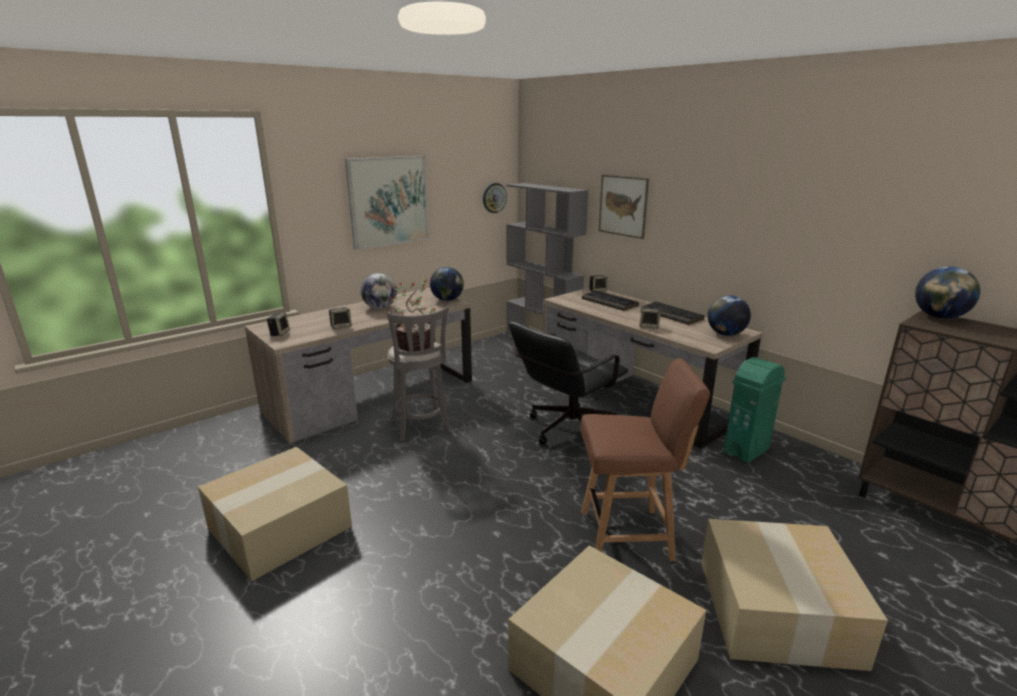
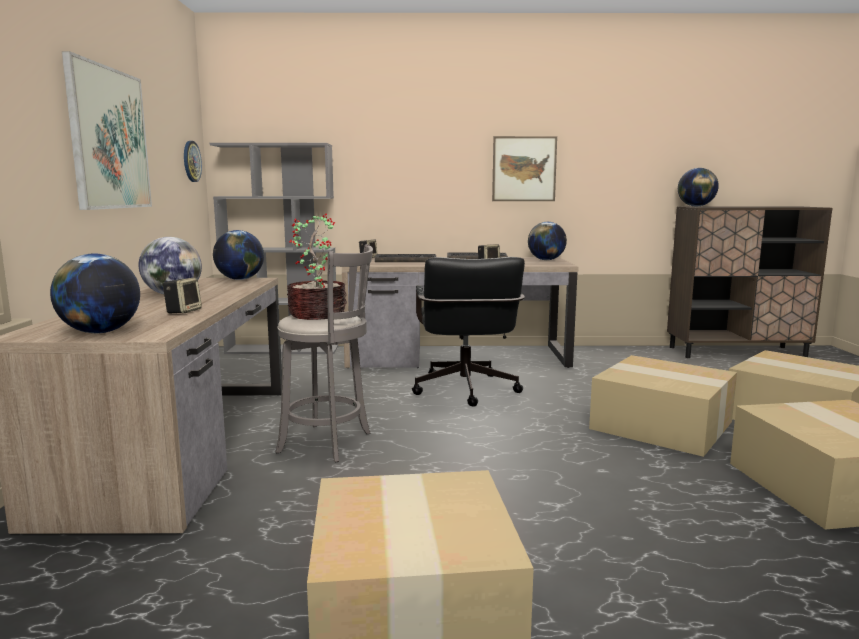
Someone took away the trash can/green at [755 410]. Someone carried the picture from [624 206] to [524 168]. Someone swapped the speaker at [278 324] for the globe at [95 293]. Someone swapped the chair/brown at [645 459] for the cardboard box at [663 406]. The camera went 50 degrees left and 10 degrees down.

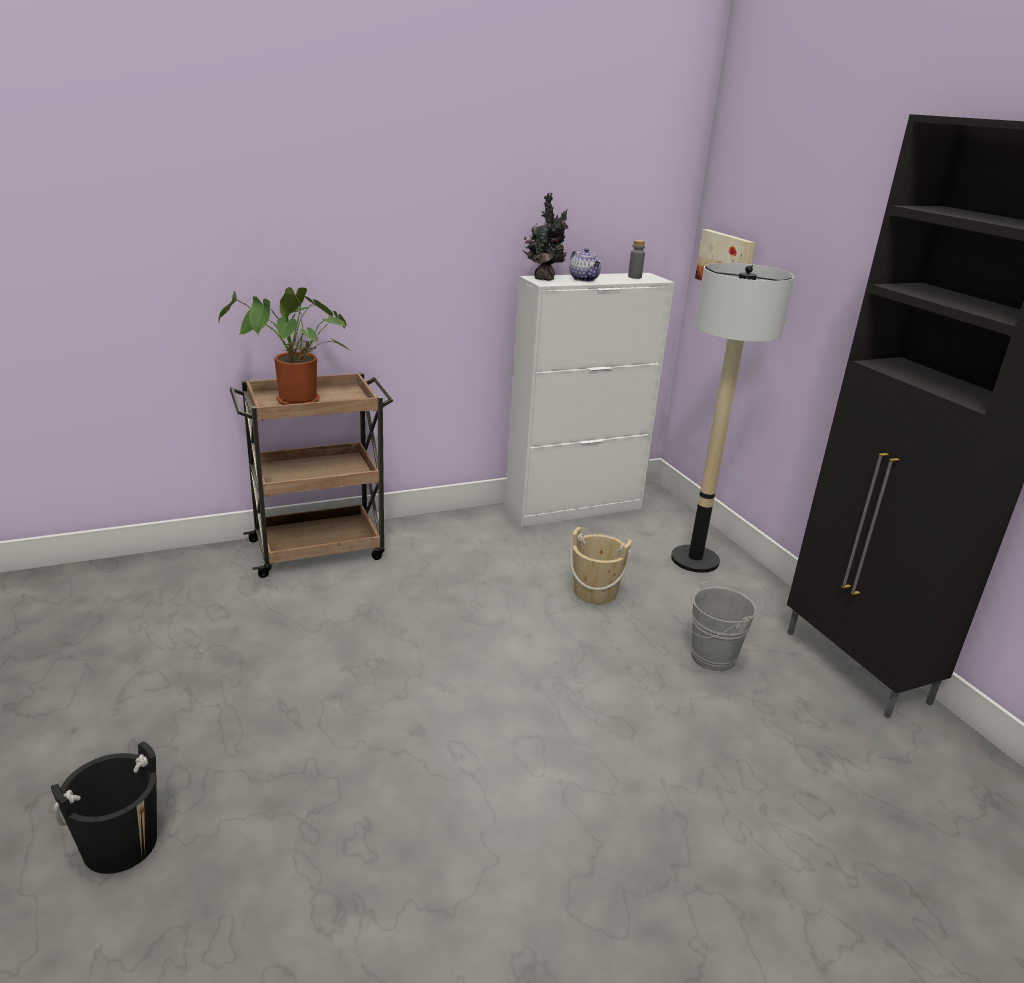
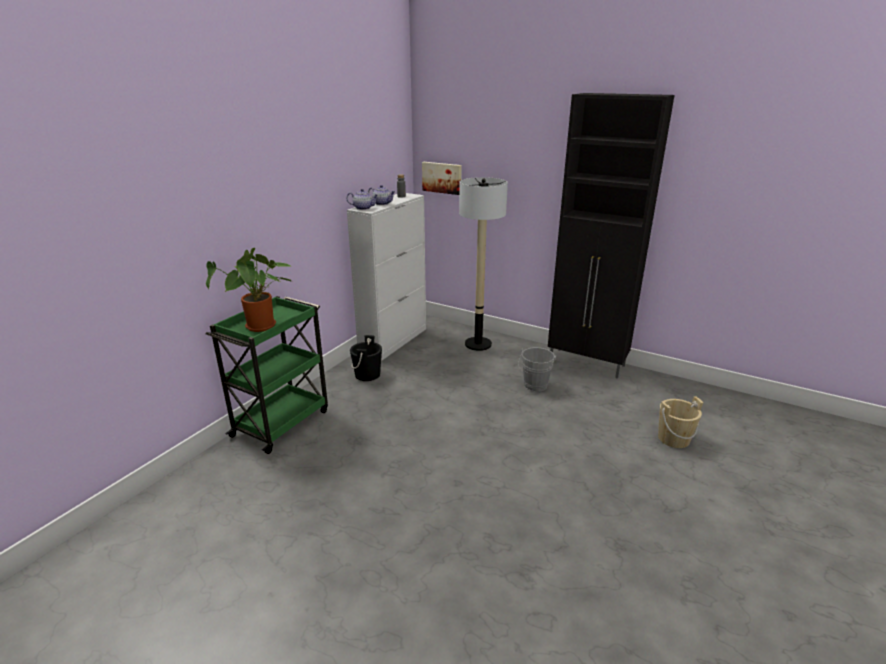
Someone carried the bucket/black from [104 807] to [366 358]. Someone carried the bucket/beige from [601 565] to [680 422]. Someone swapped the potted plant at [545 237] for the teapot at [362 199]. Someone repainted the cart/brown at [311 475], which became the cart/green at [267 375]. The camera went 35 degrees left and 0 degrees up.

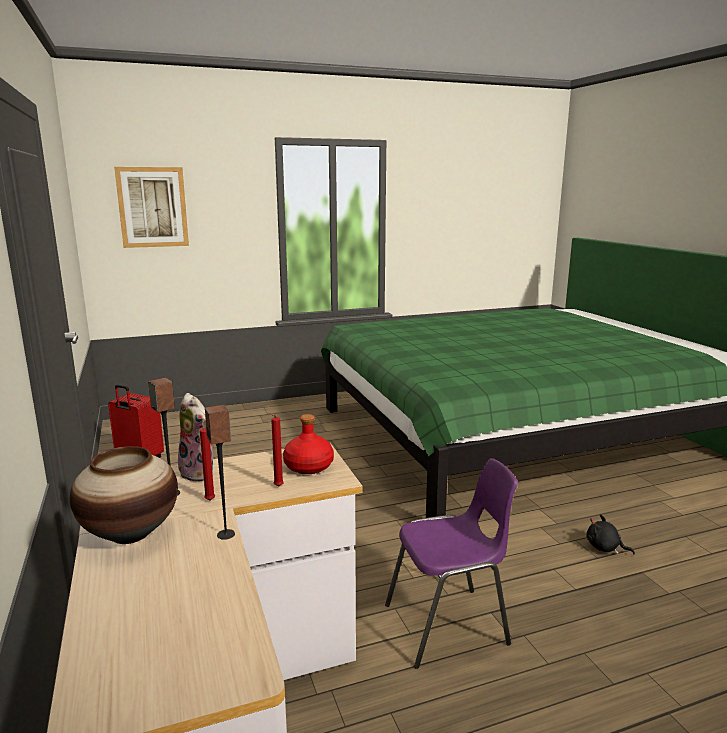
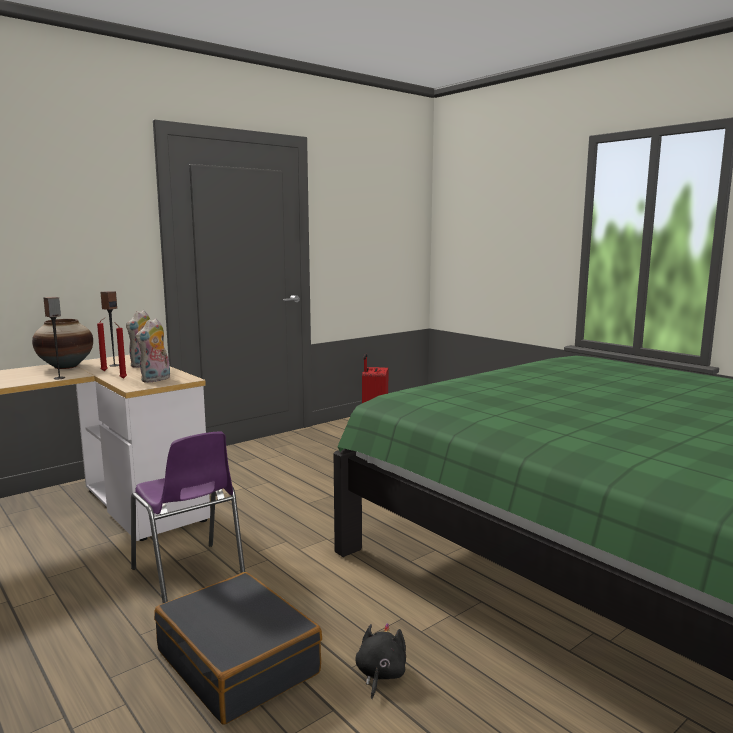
Someone took away the picture at [151 207]. Someone put down the suitcase/black at [238 648]. Someone swapped the bottle/red at [308 444] for the plush toy at [153 350]. The camera went 70 degrees right and 5 degrees down.

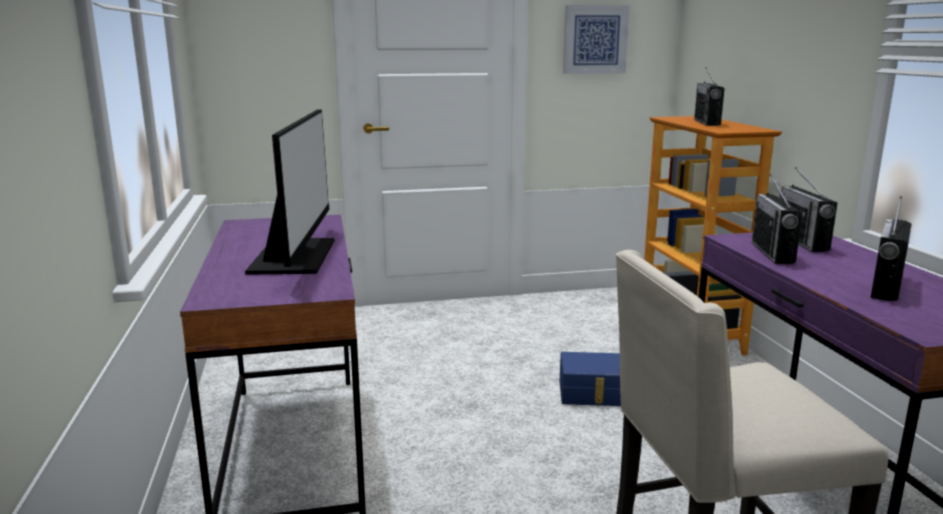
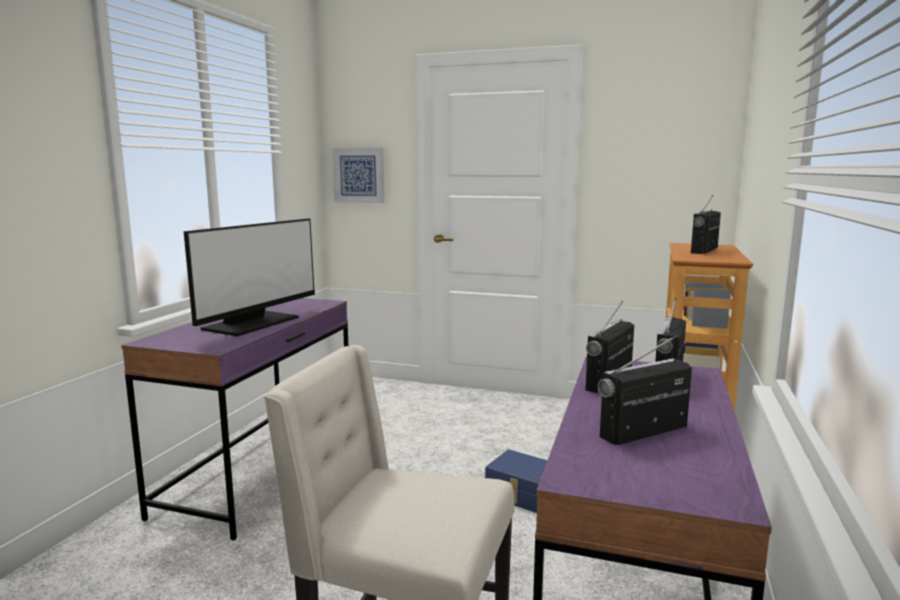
Someone carried the picture from [596 39] to [358 175]. The camera went 30 degrees right and 5 degrees down.

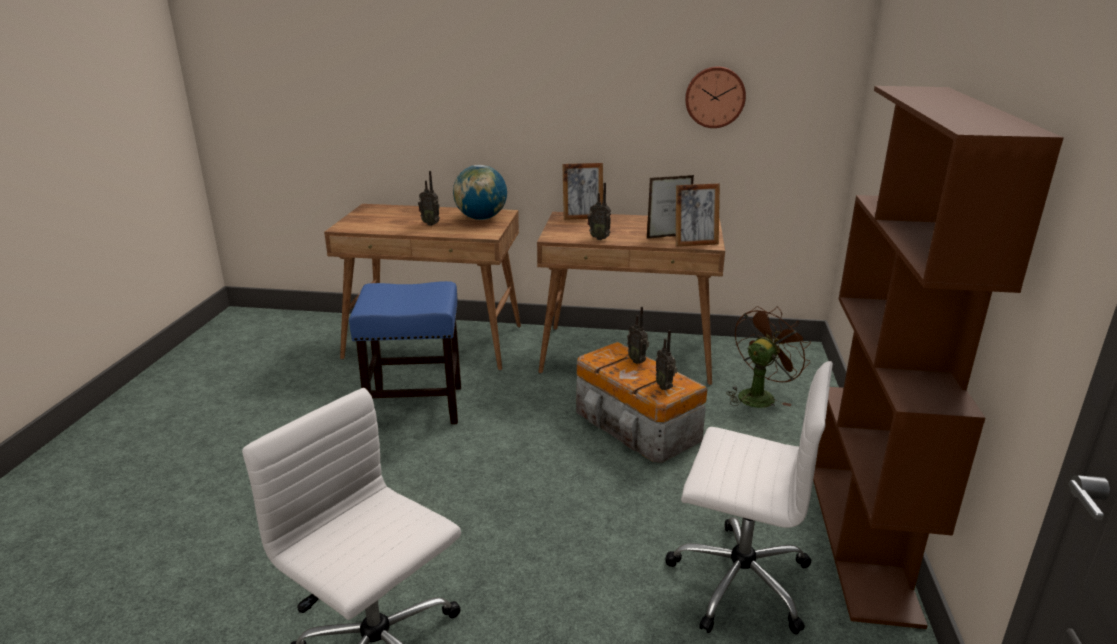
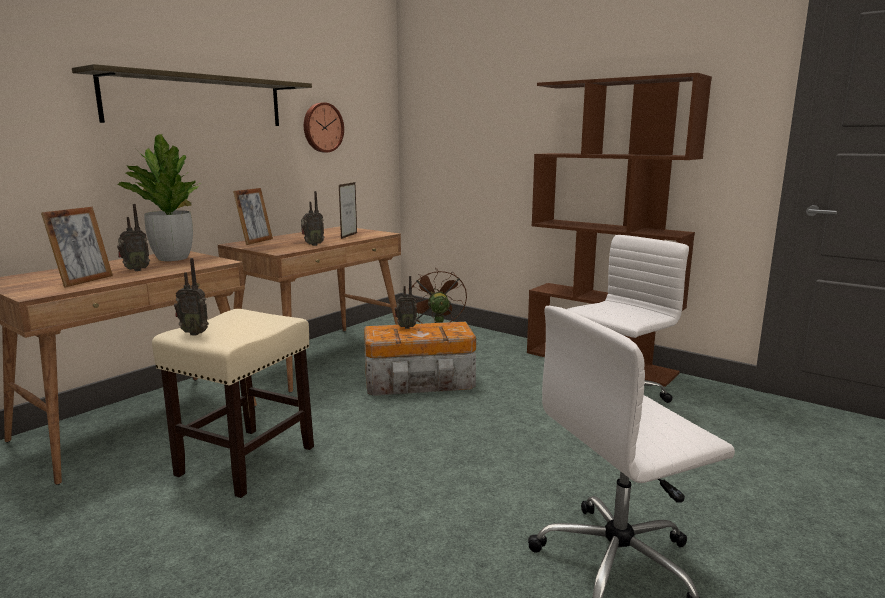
Someone put up the shelf at [192 95]. Someone carried the radio from [666 360] to [191 297]. Someone carried the picture frame from [698 215] to [77 247]. Someone swapped the globe at [480 192] for the potted plant at [159 197]. Someone repainted the stool/blue at [405 352], which became the stool/beige at [233 403]. The camera went 60 degrees left and 10 degrees down.

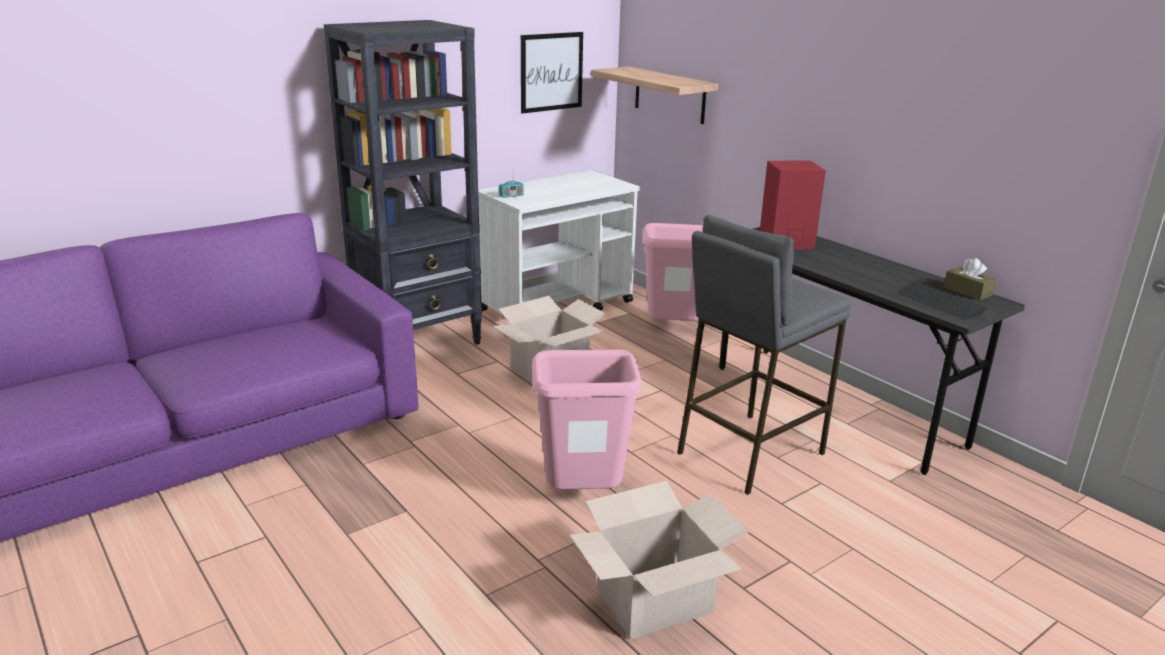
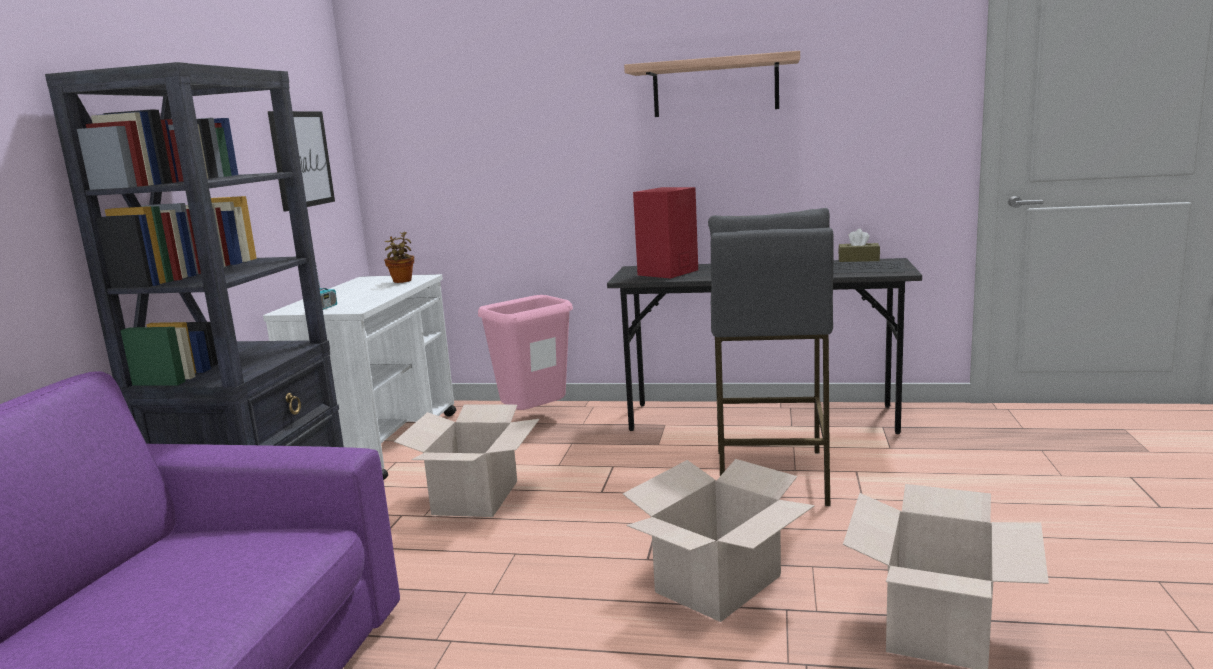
Someone put down the potted plant at [399 257]. Someone carried the shelf from [654 95] to [712 84]. Someone swapped the trash can/pink at [587 420] for the cardboard box at [719 540]. The camera went 40 degrees left and 10 degrees down.

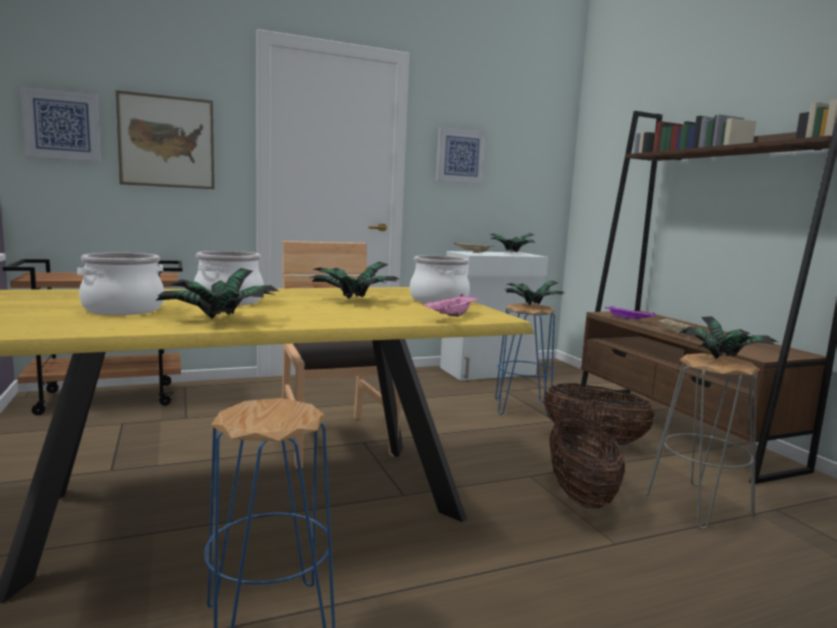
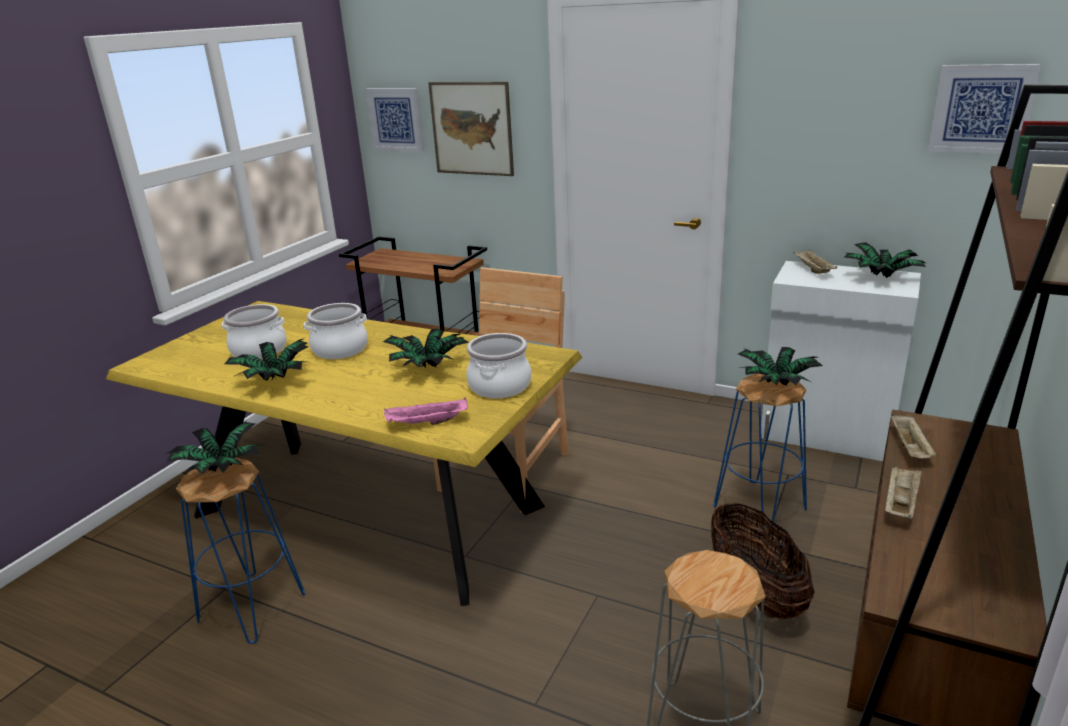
Someone took away the basket at [587 462]. Someone carried the picture from [461 155] to [984 109]. Someone carried the potted plant from [728 337] to [215 447]. Someone repainted the tray/purple at [630 313], which became the tray/beige at [914 435]. The camera went 50 degrees right and 15 degrees up.

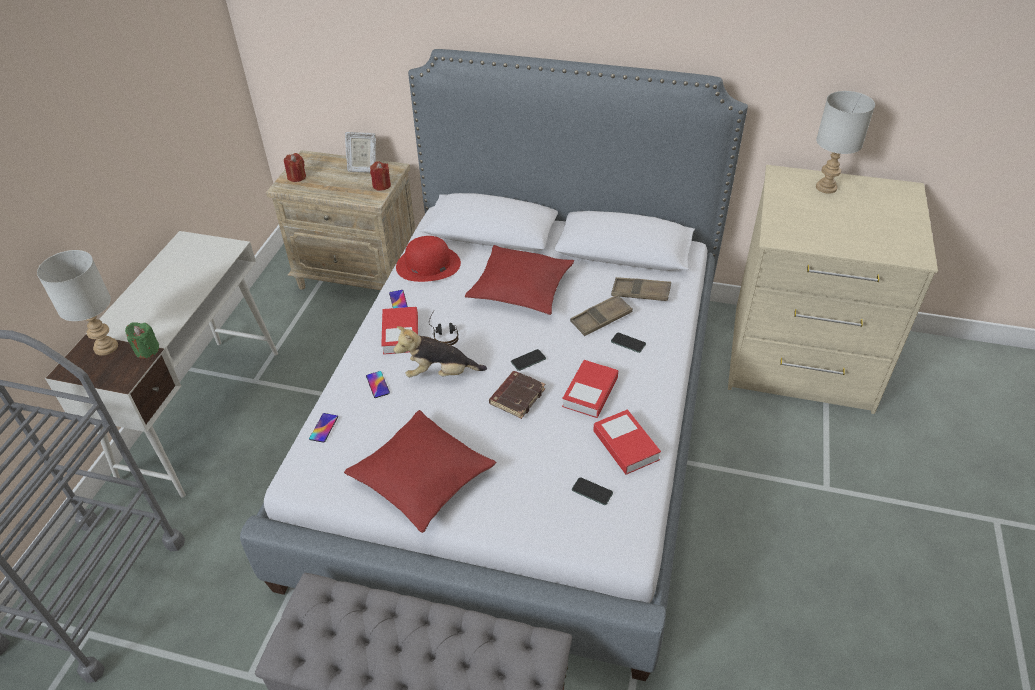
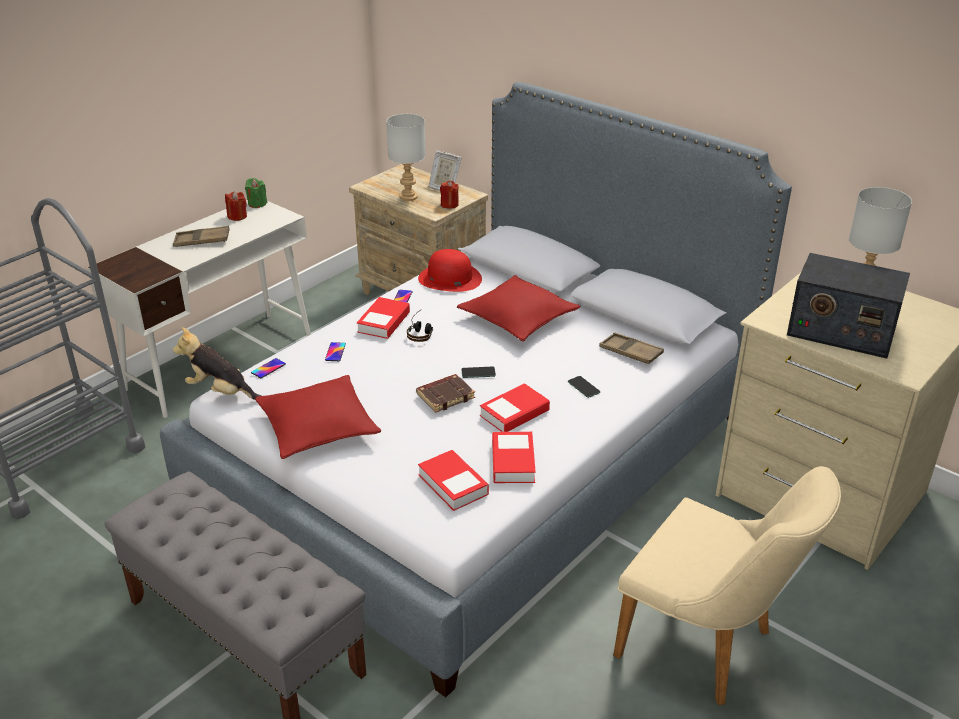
Someone put down the chair/beige at [727 585]. Someone put down the radio at [848 305]. Someone carried the table lamp/grey from [77 303] to [406 157]. Someone carried the candle/green from [142 340] to [256 193]. Someone carried the candle/red from [295 167] to [236 206]. Someone carried the plush toy from [440 351] to [217 363]. Someone carried the tray/brown from [601 315] to [201 236]. Someone swapped the phone at [592 491] for the book at [453 480]. The camera went 25 degrees right and 10 degrees down.

